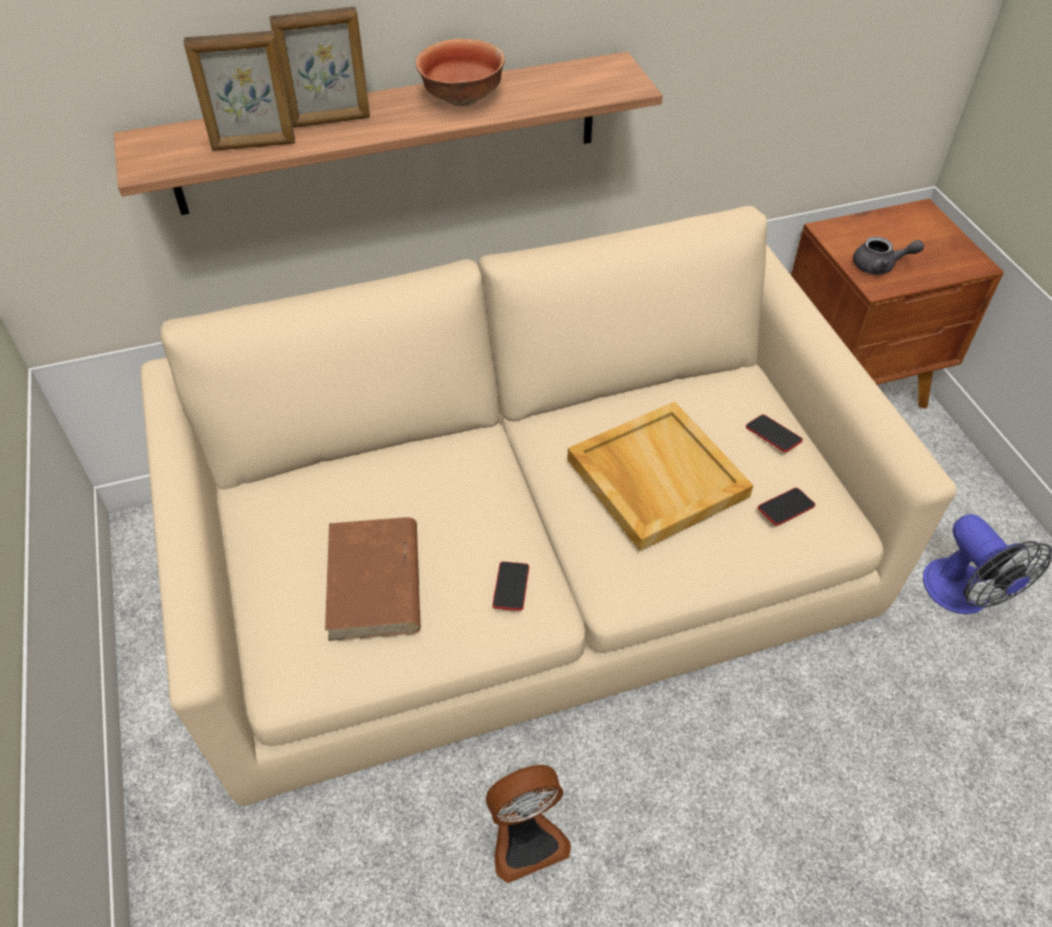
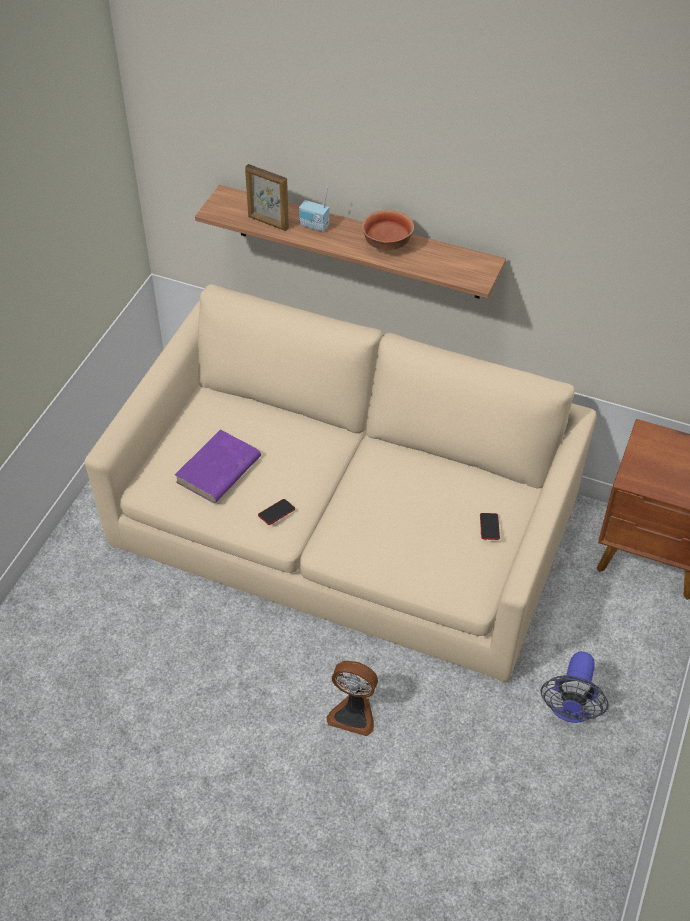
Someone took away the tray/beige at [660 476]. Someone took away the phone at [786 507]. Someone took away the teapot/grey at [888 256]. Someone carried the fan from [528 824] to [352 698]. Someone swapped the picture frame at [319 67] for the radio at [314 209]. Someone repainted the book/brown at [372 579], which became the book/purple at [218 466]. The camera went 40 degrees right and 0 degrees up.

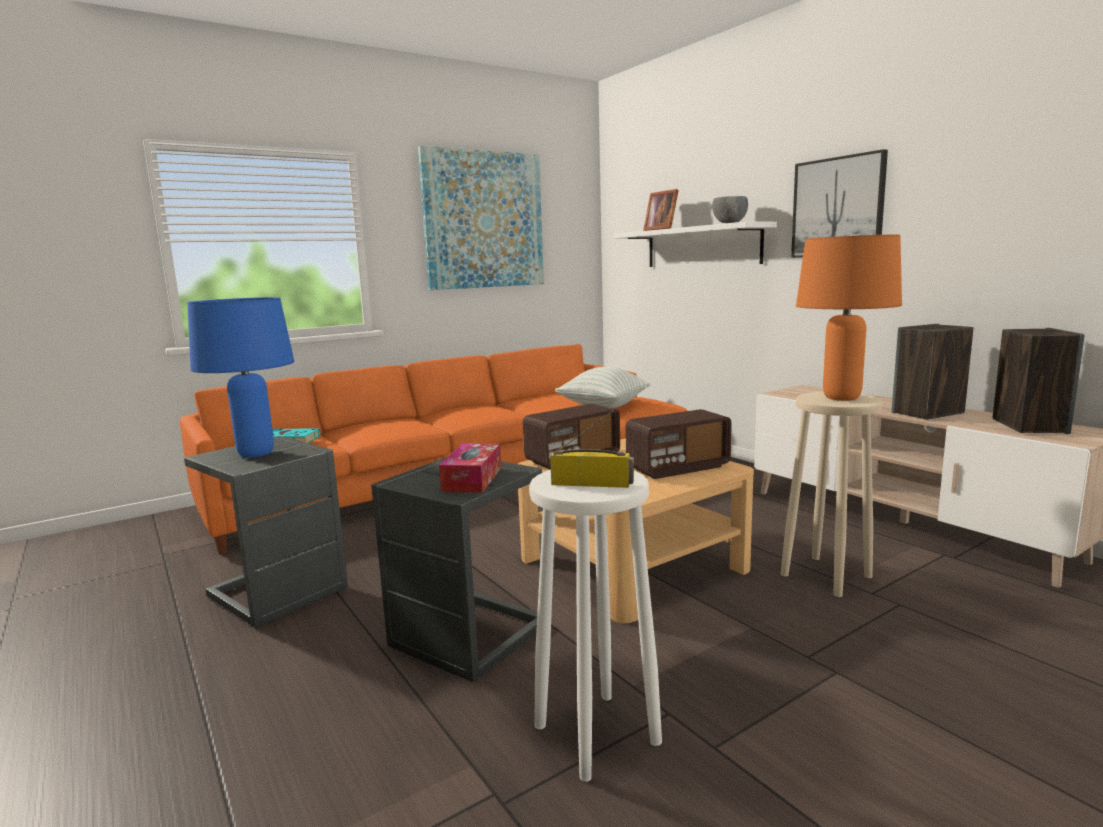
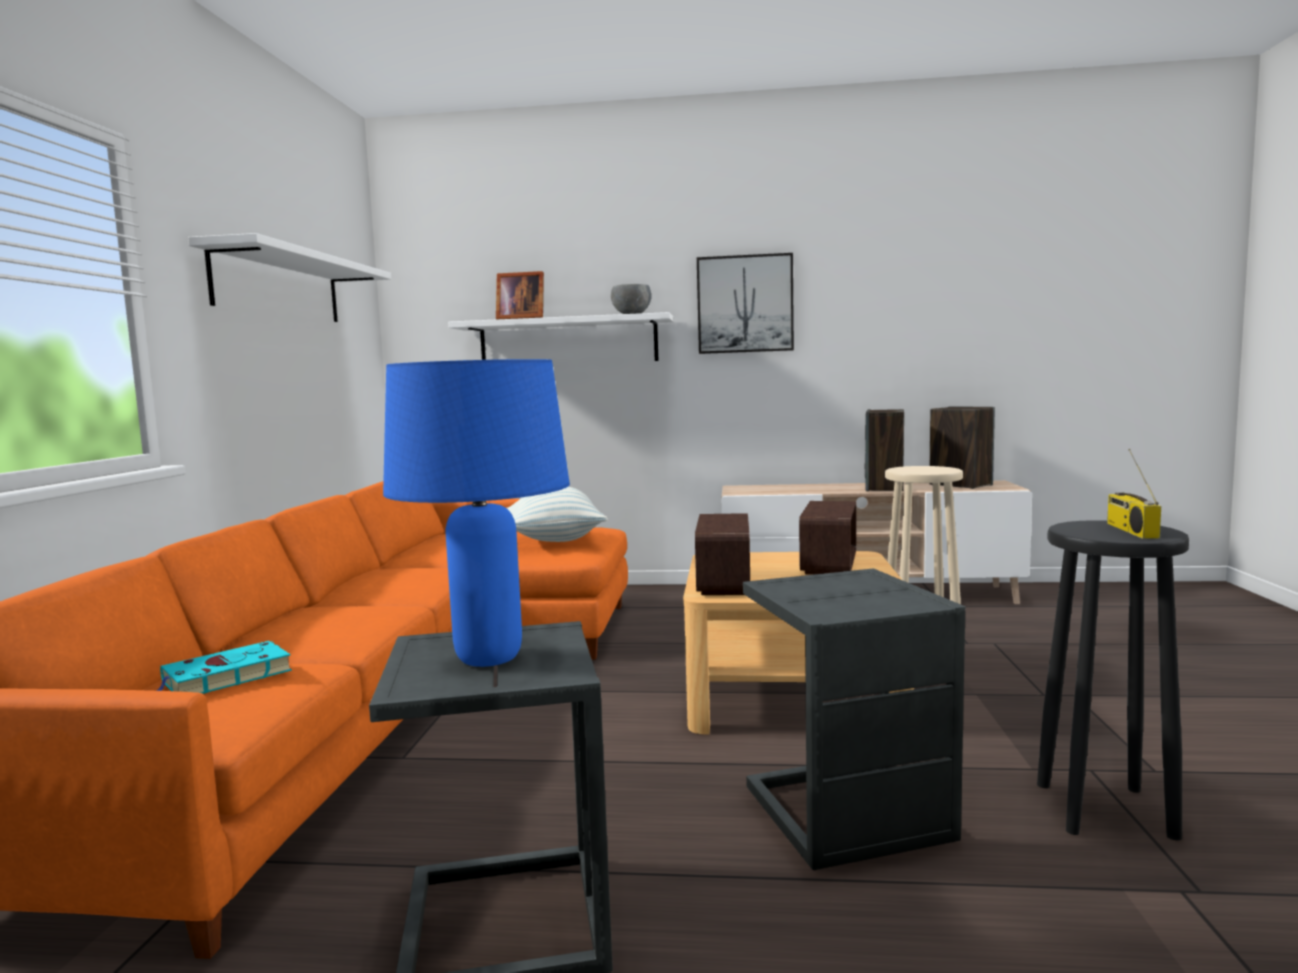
Someone took away the tissue box at [470 468]. Someone took away the table lamp/orange at [849 317]. Someone swapped the picture at [481 218] for the shelf/white at [289 277]. Someone repainted the stool/white at [595 626], which became the stool/black at [1113 680]. Someone rotated the radio at [592 448] by 45 degrees counterclockwise. The camera went 50 degrees left and 5 degrees down.

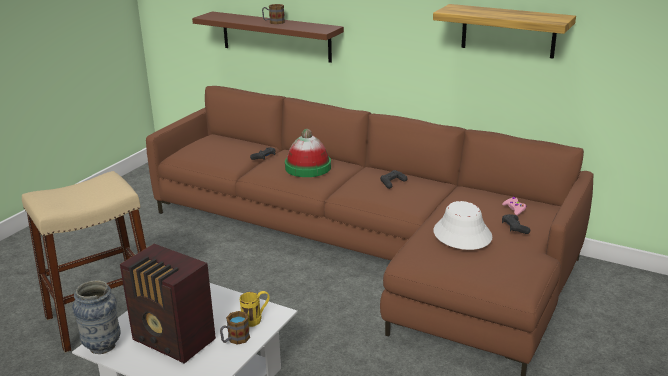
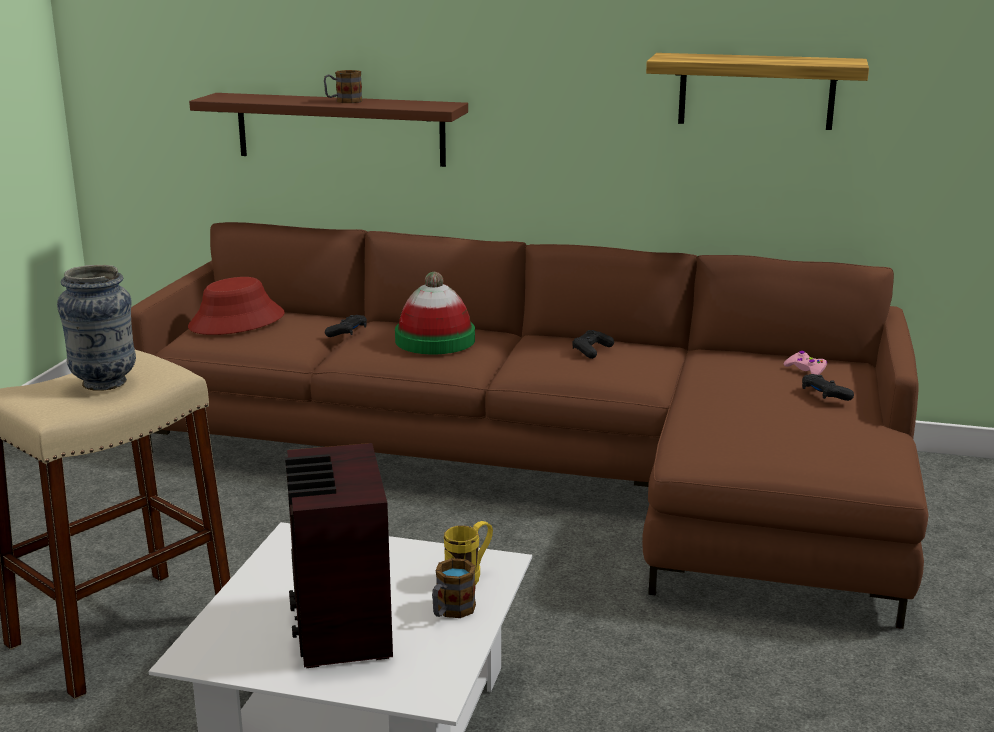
Someone took away the hat/white at [462 225]. Someone put down the hat/red at [236 306]. Someone carried the vase from [96 317] to [96 328]. Someone rotated the radio at [168 304] by 60 degrees clockwise. The camera went 15 degrees left and 5 degrees down.

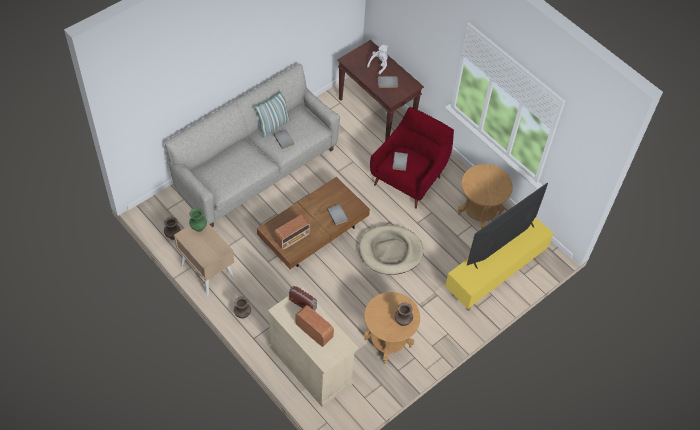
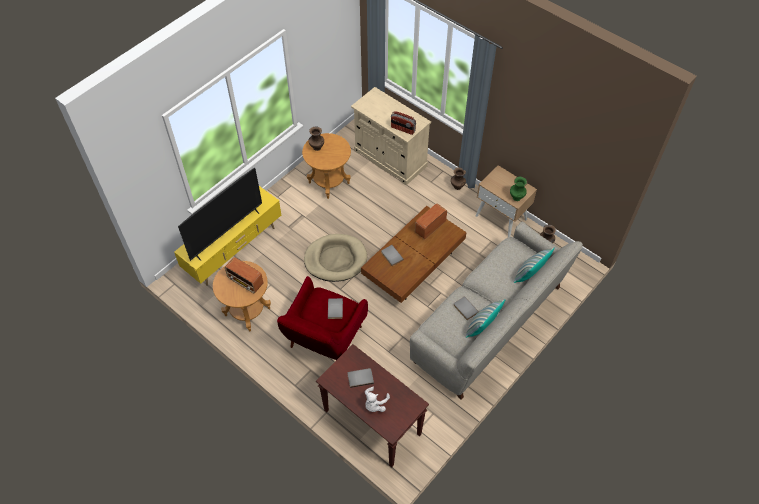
Someone put down the pillow at [534 265]. Someone carried the radio from [314 326] to [244 275]. The camera went 175 degrees right and 0 degrees up.

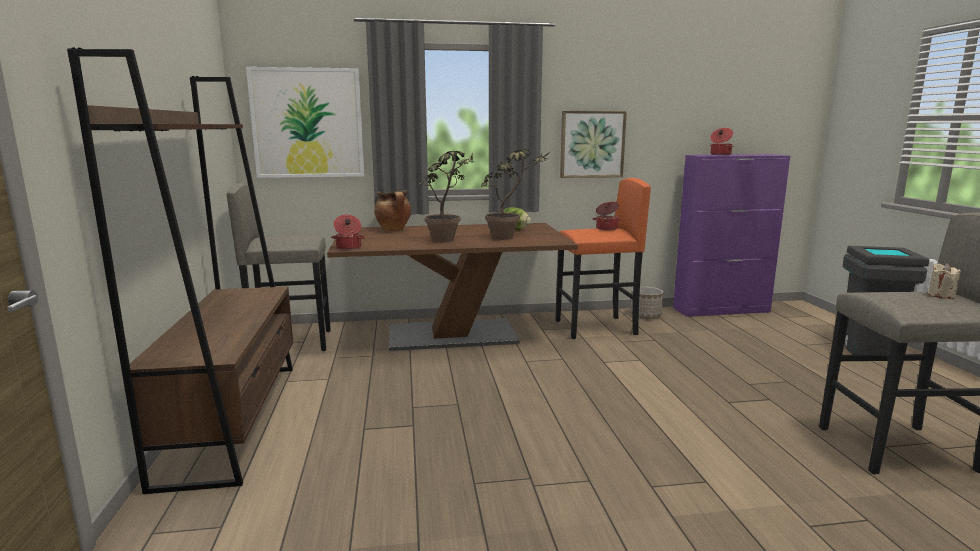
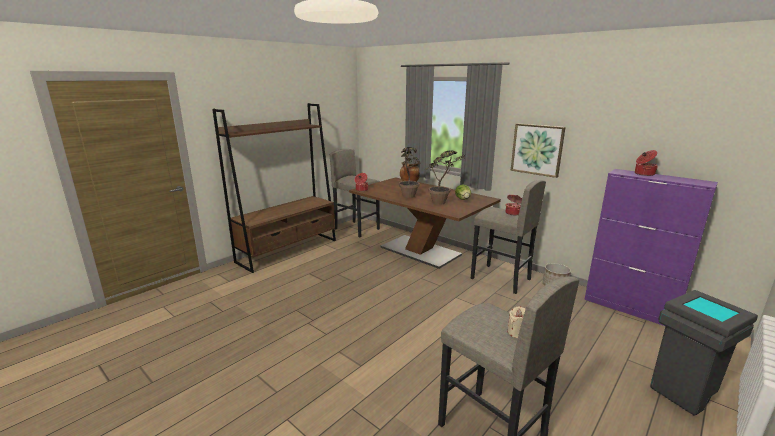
Someone took away the picture at [305 122]. Someone repainted the stool/orange at [603 258], which became the stool/grey at [508 237]. The camera went 50 degrees right and 5 degrees up.

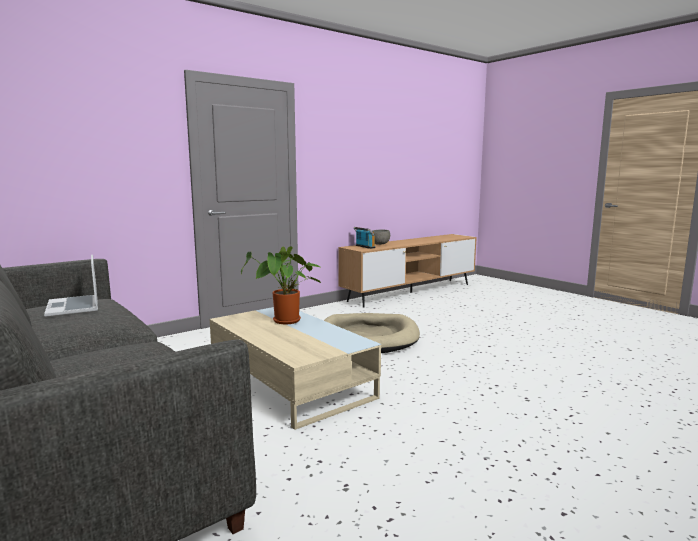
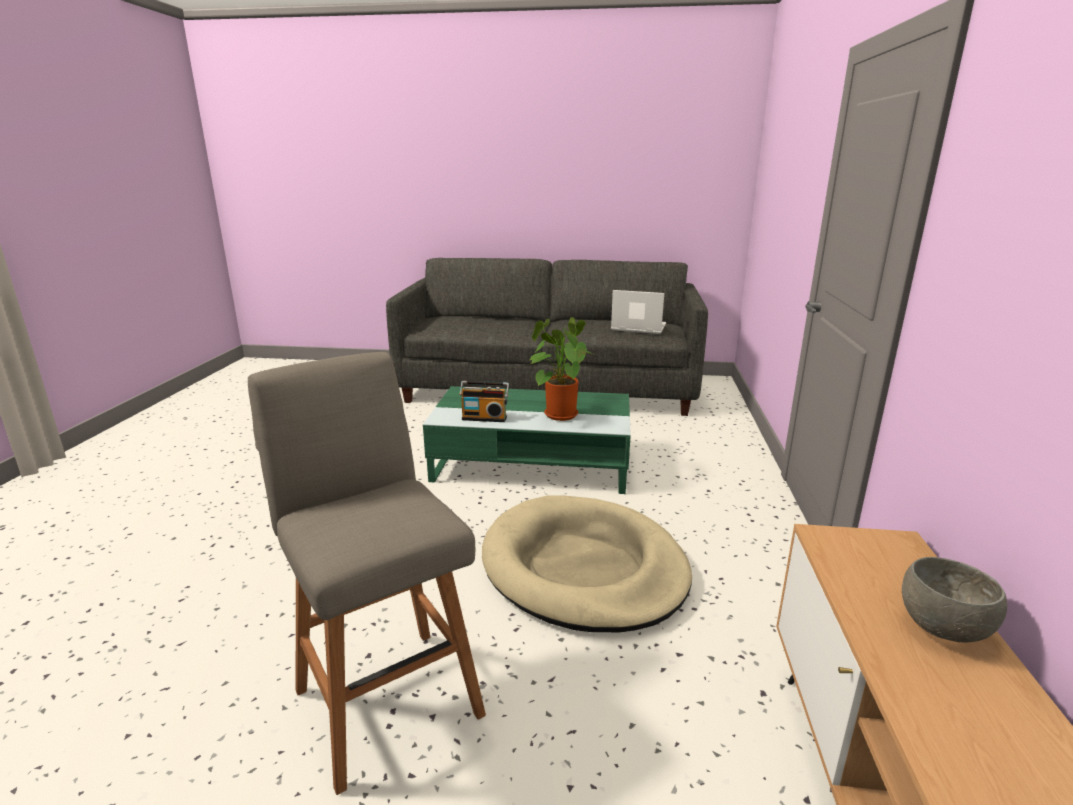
Someone put down the stool/grey at [367 573]. Someone carried the radio from [364 238] to [484 401]. Someone repainted the coffee table/beige at [295 368], which became the coffee table/green at [527 440]. The camera went 135 degrees right and 10 degrees up.

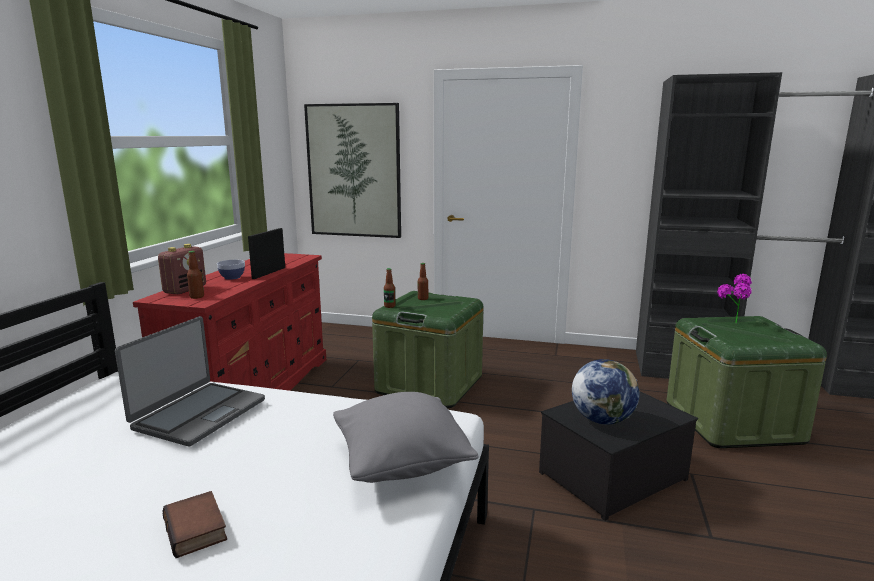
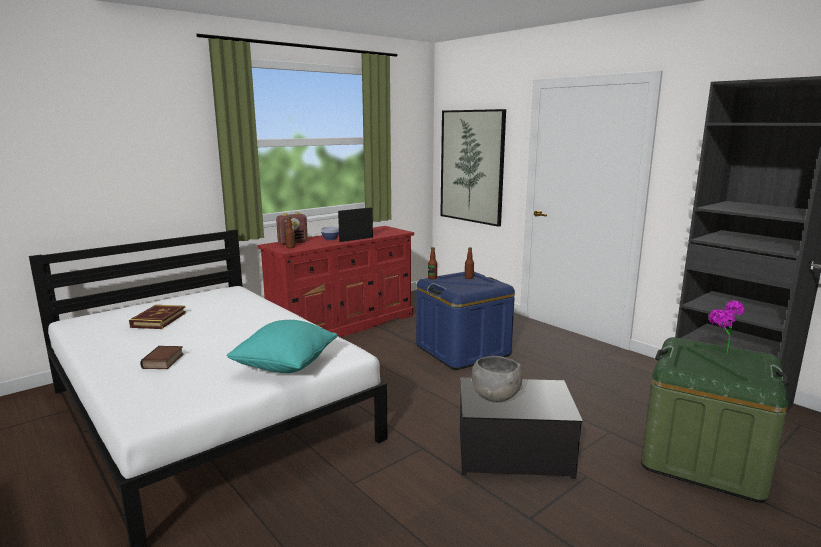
Someone took away the laptop at [190 381]. Someone put down the book at [157 317]. Someone swapped the globe at [605 392] for the bowl/grey at [497 379]. Someone repainted the pillow/grey at [406 437], which became the pillow/turquoise at [282 346]. Someone repainted the storage box/green at [428 349], which became the storage box/blue at [465 321]. The camera went 35 degrees right and 0 degrees up.

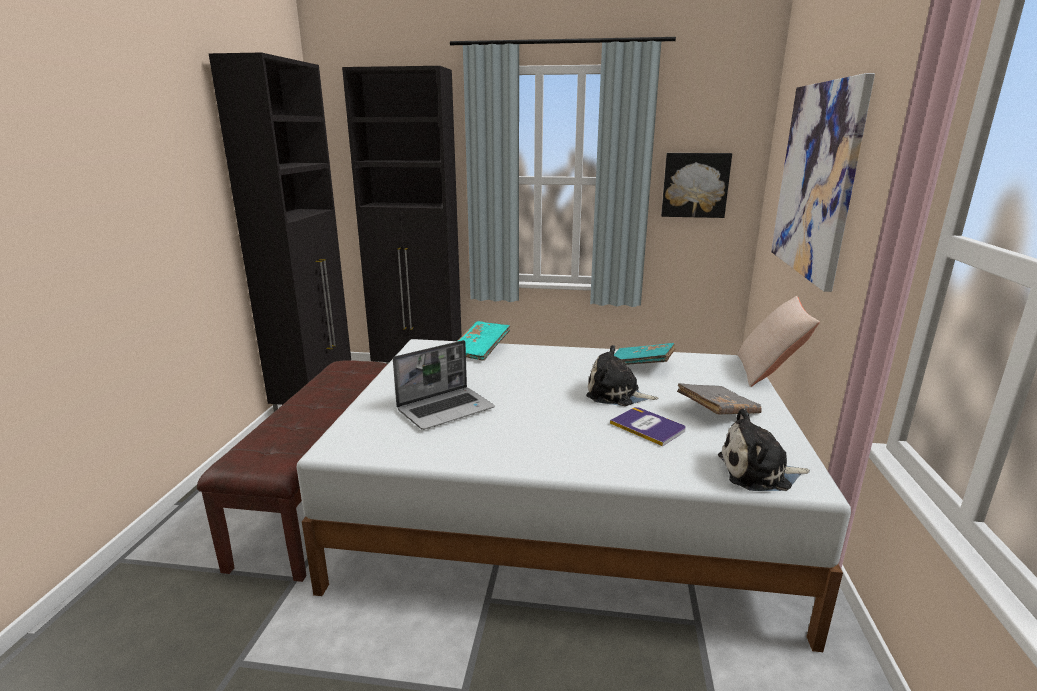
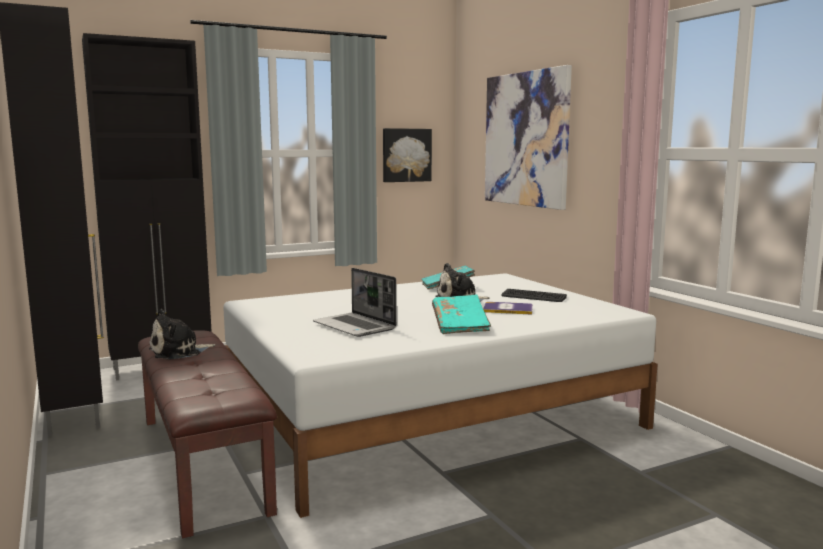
Someone took away the pillow/beige at [778 341]. Someone carried the book/turquoise from [484 341] to [461 314]. Someone carried the plush toy from [764 450] to [182 334]. Someone swapped the book/grey at [719 398] for the keyboard at [534 295]. Someone rotated the laptop at [444 385] by 120 degrees clockwise. The camera went 35 degrees left and 10 degrees down.

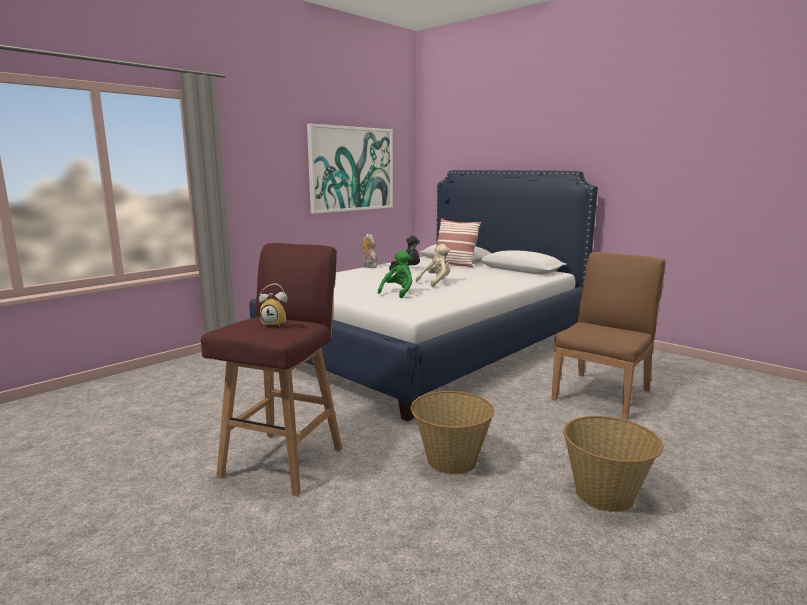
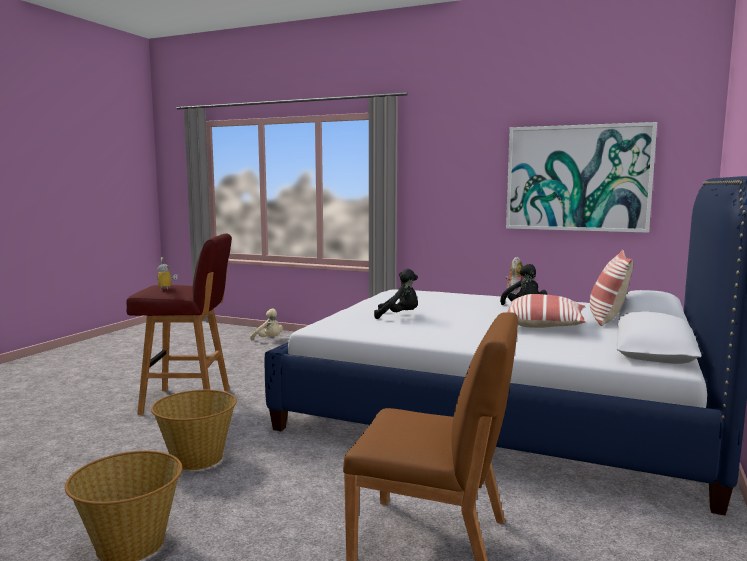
Someone put down the pillow at [547 311]. Someone carried the plush toy/beige from [432 265] to [266 324]. Someone repainted the plush toy/green at [395 274], which became the plush toy/black at [396 294]. The camera went 70 degrees right and 5 degrees down.

